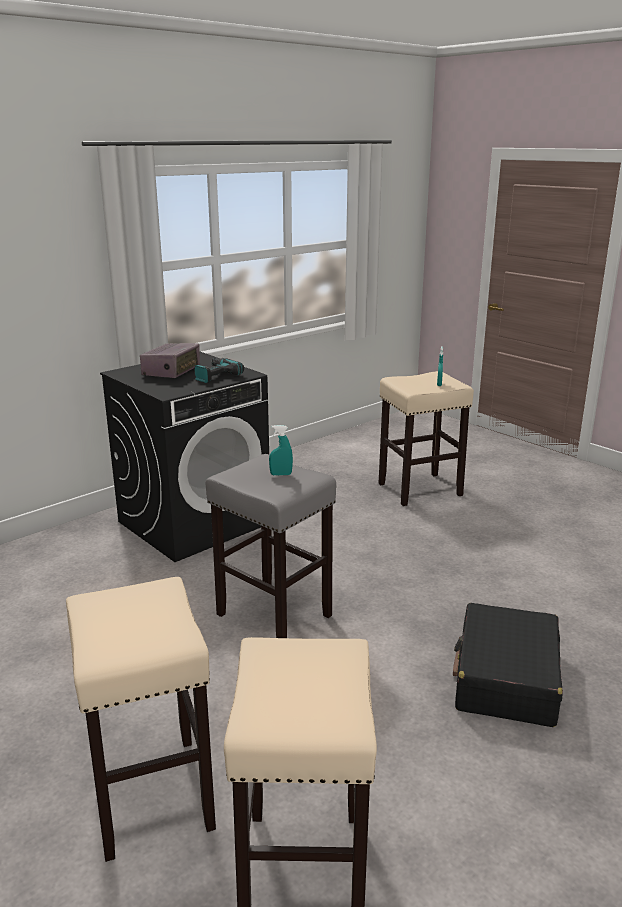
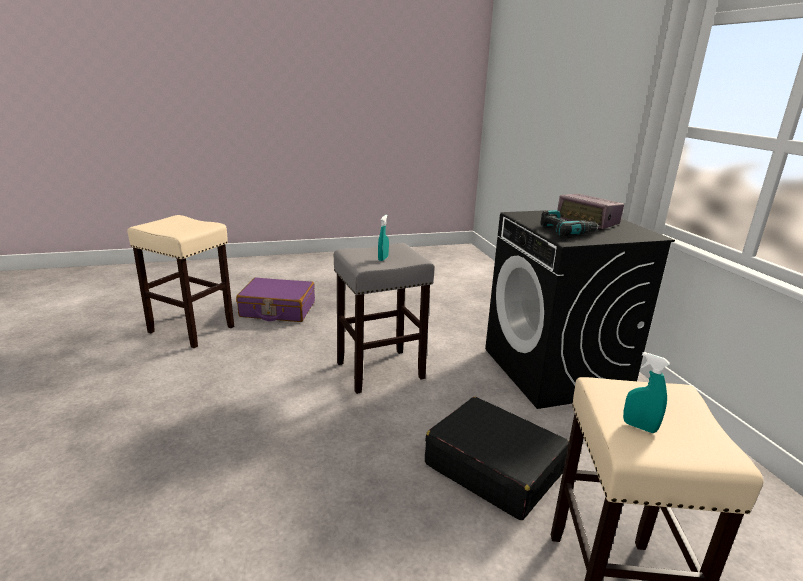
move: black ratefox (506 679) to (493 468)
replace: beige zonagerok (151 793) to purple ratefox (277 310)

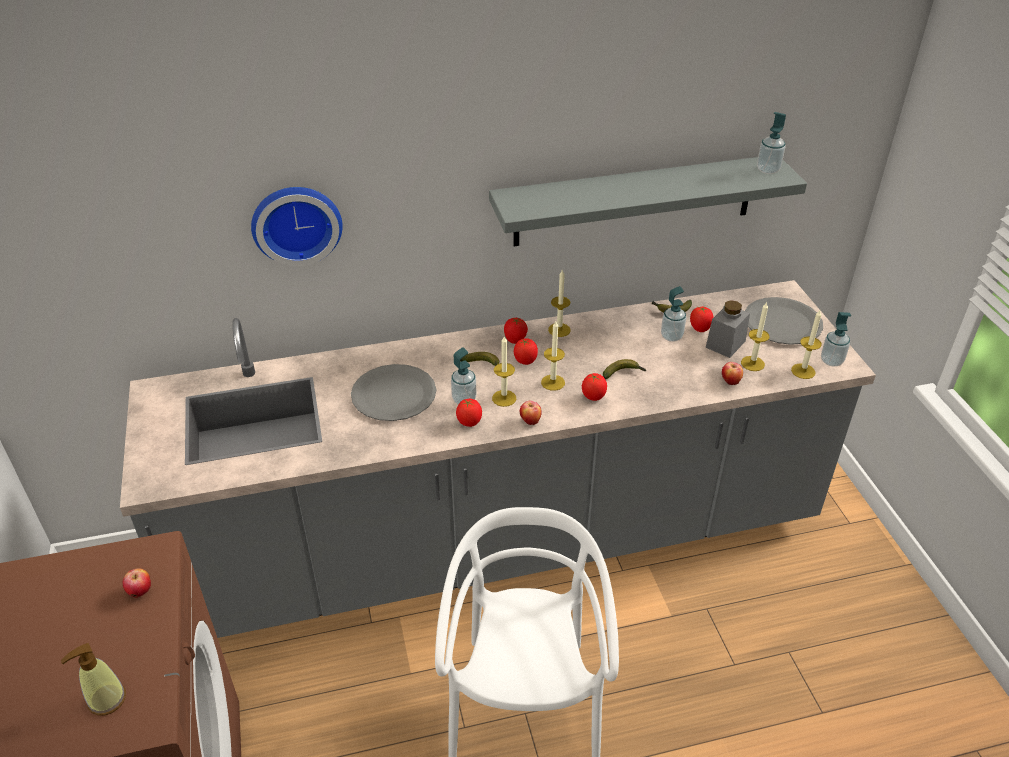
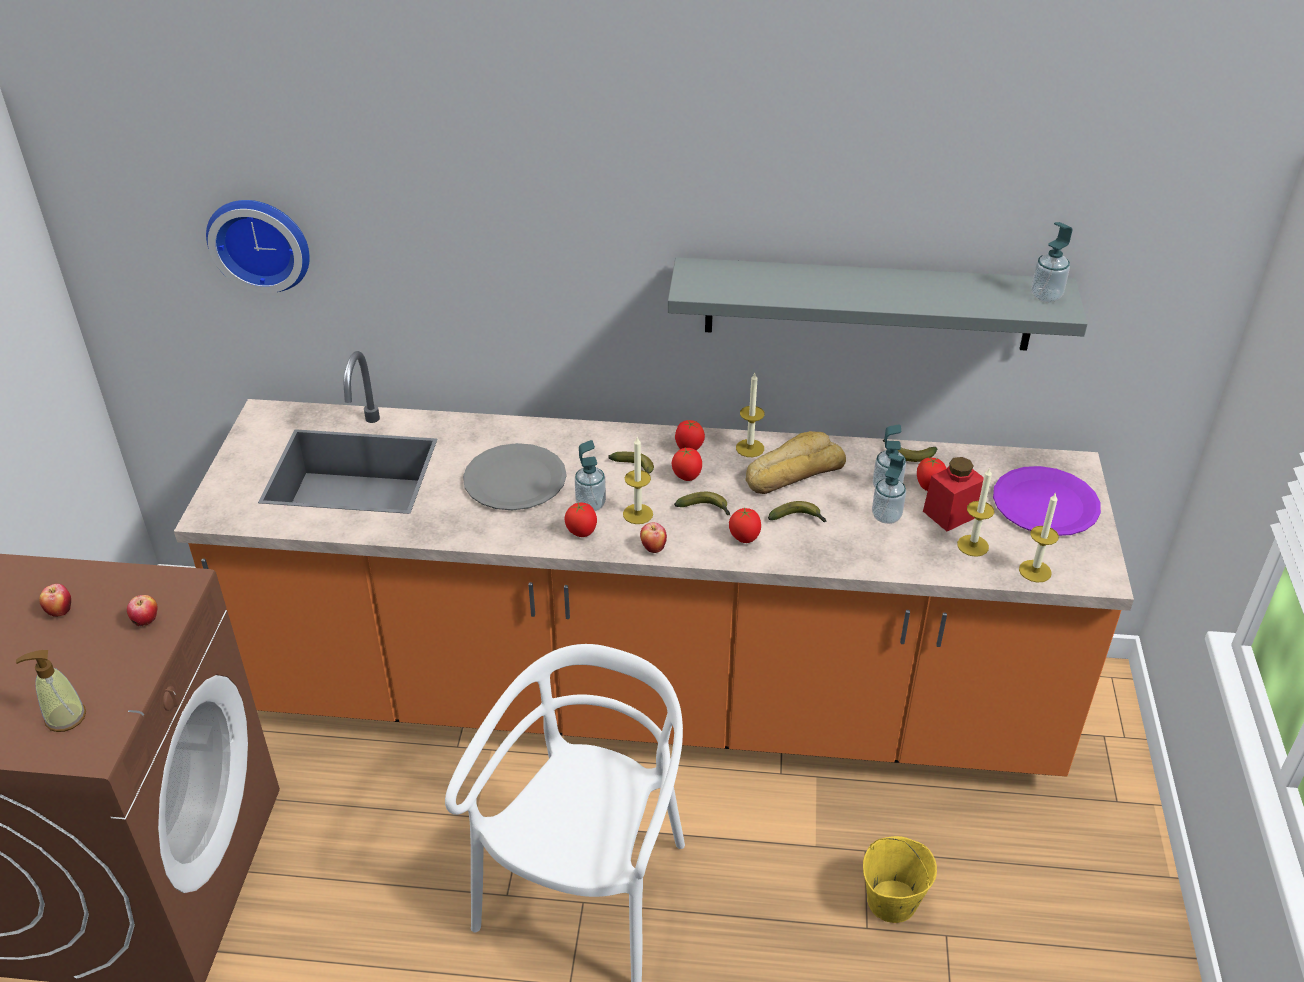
insert: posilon (793 472); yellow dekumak (891 902)
move: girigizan (296 223) to (261 242); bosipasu (831 361) to (886 516); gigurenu (730 382) to (60 611)
replace: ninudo (553 382) to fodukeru (706 509)
recolor: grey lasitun (504 542) to orange lasitun (652 699); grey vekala (782 323) to purple vekala (1045 504); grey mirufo (725 344) to red mirufo (951 513)

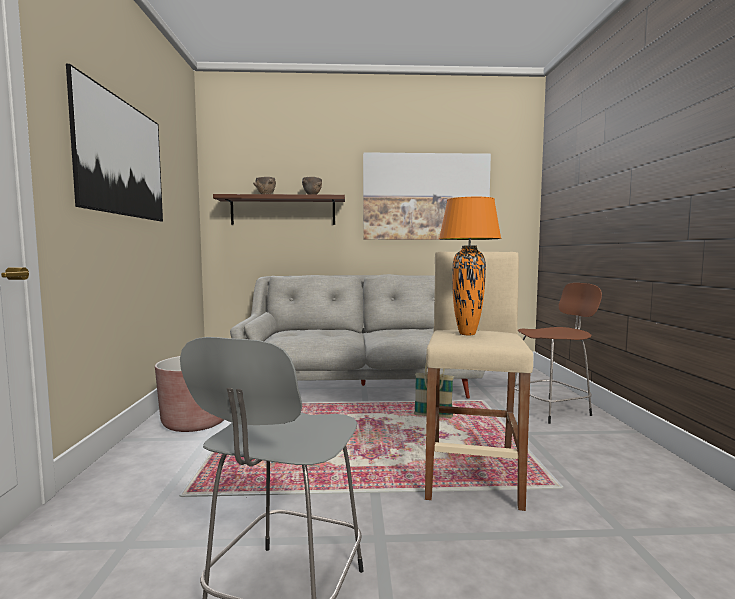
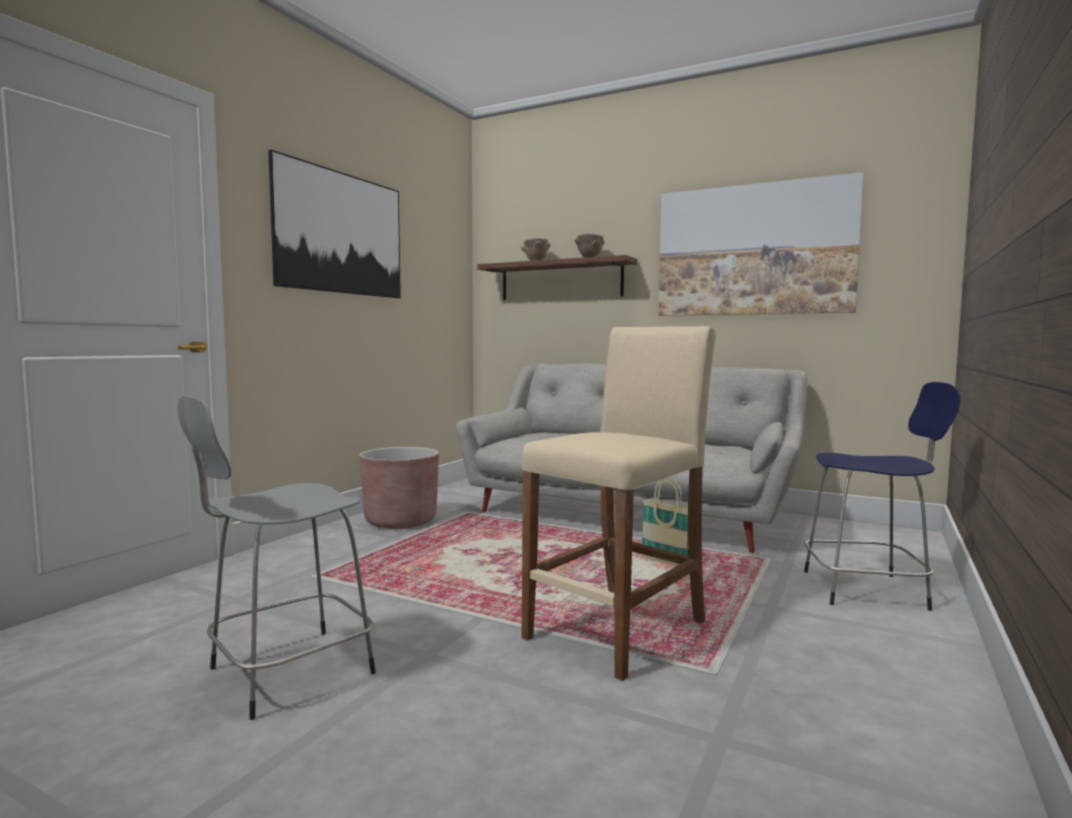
delete: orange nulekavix (467 334)
recolor: brown zonagerok (552 410) to blue zonagerok (868 590)

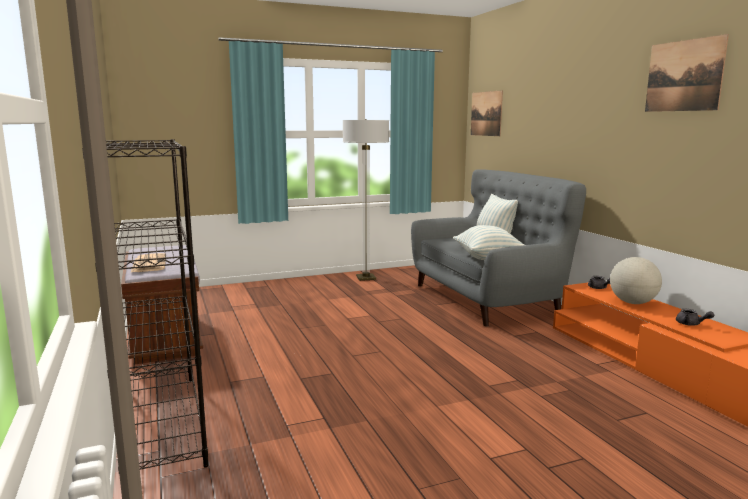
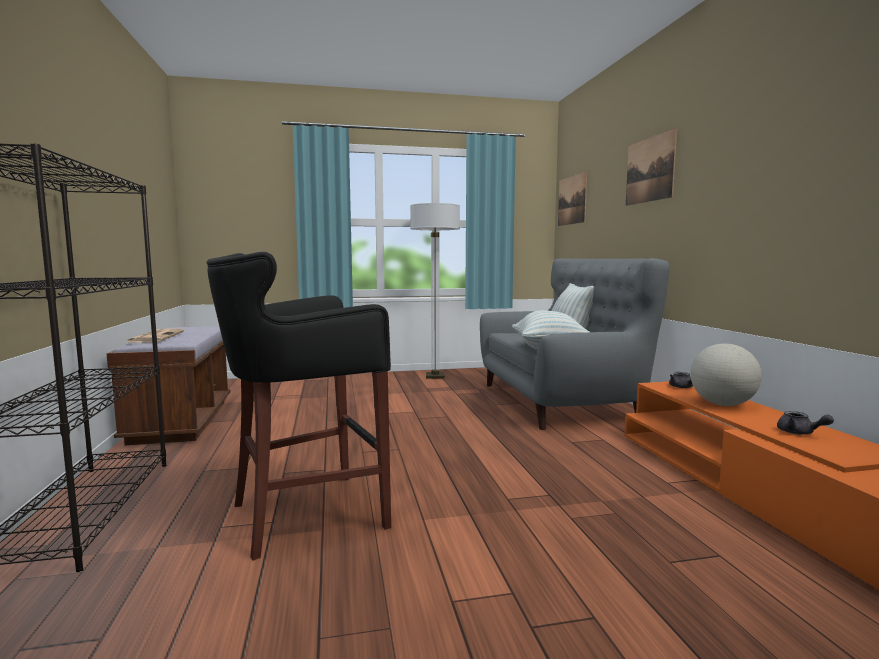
insert: black zonagerok (304 515)
move: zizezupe (684 76) to (650 169)

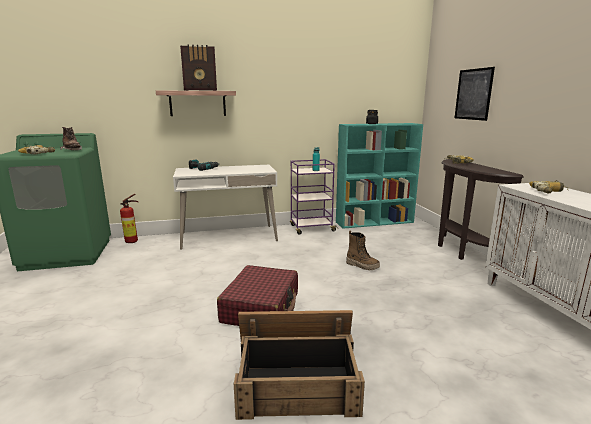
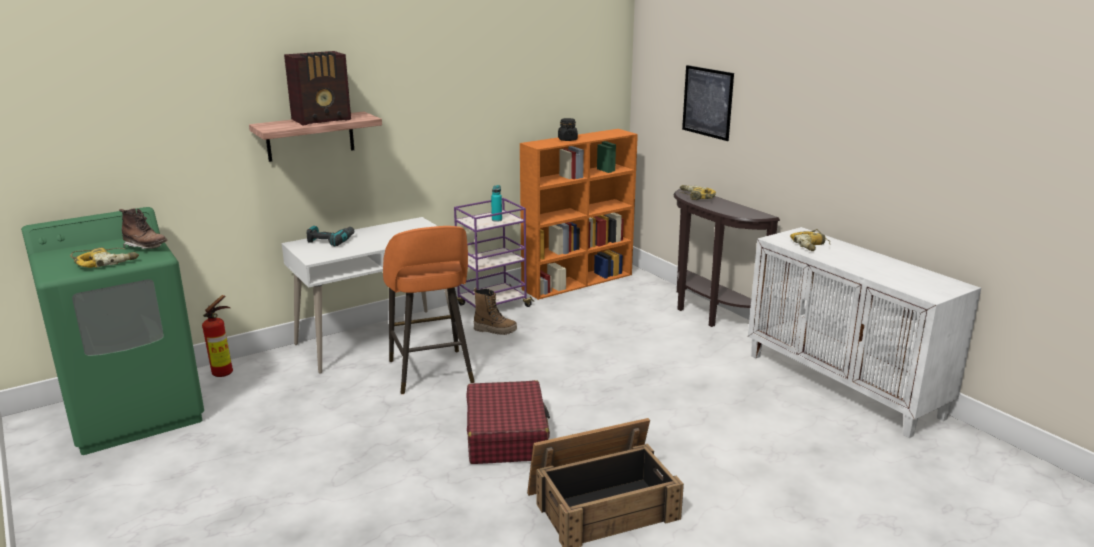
insert: orange zonagerok (431 373)
move: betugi (362 266) to (495 330)
recolor: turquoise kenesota (375 222) to orange kenesota (578 281)

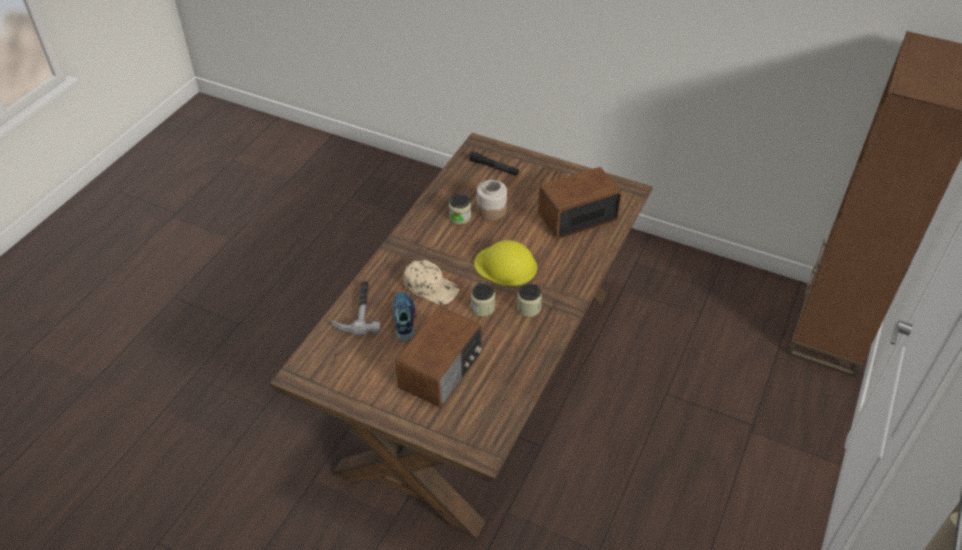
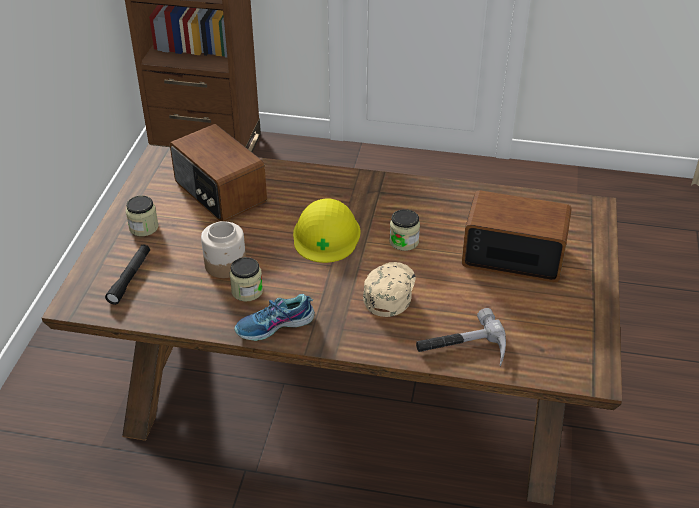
move: mirufo (528 308) to (144 227); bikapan (403 320) to (275 326)

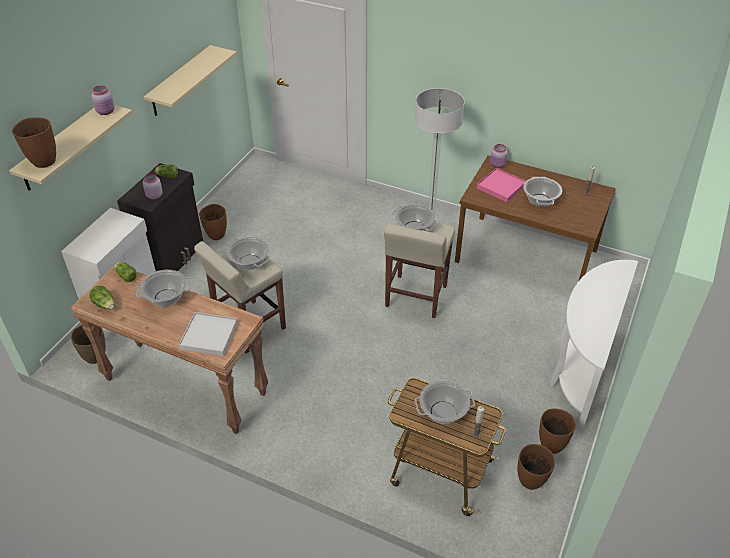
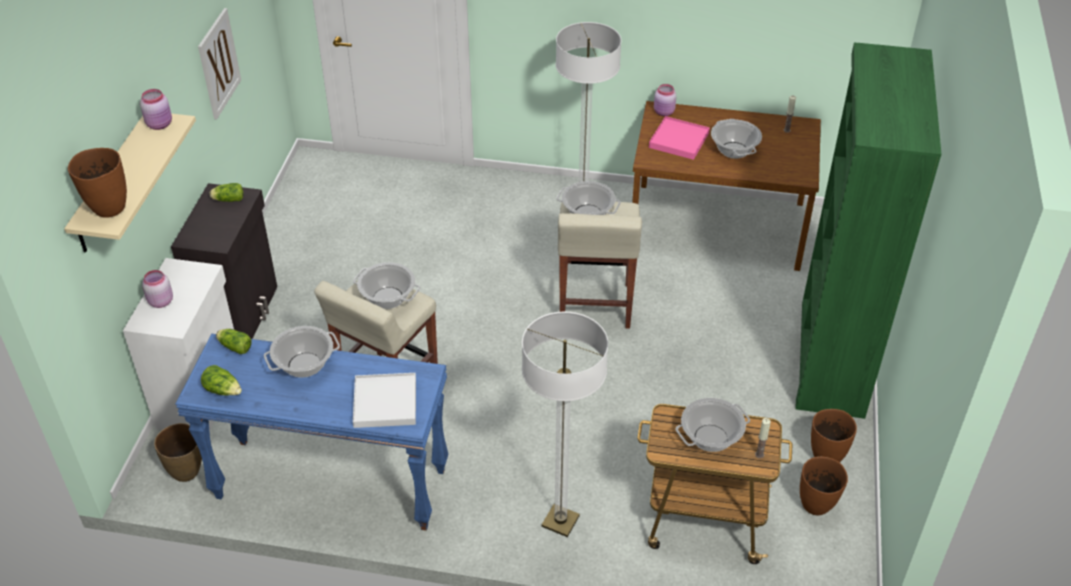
delete: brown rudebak (216 235)
insert: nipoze (560 521)
move: pink mirufo (154 195) to (160 301)
replace: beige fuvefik (180 81) to zizezupe (219 63); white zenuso (580 370) to green kenesota (830 358)
recolor: brown zenuso (184 387) to blue zenuso (330 485)

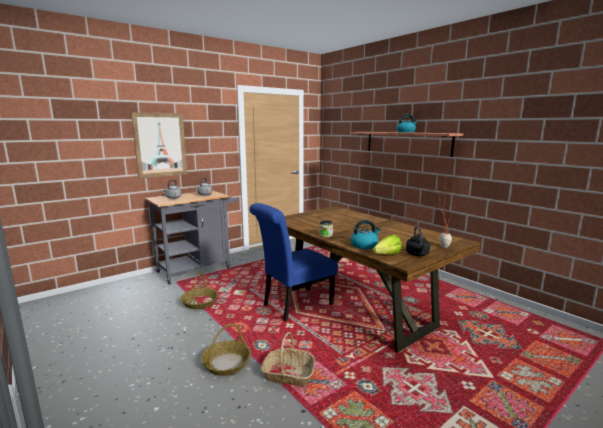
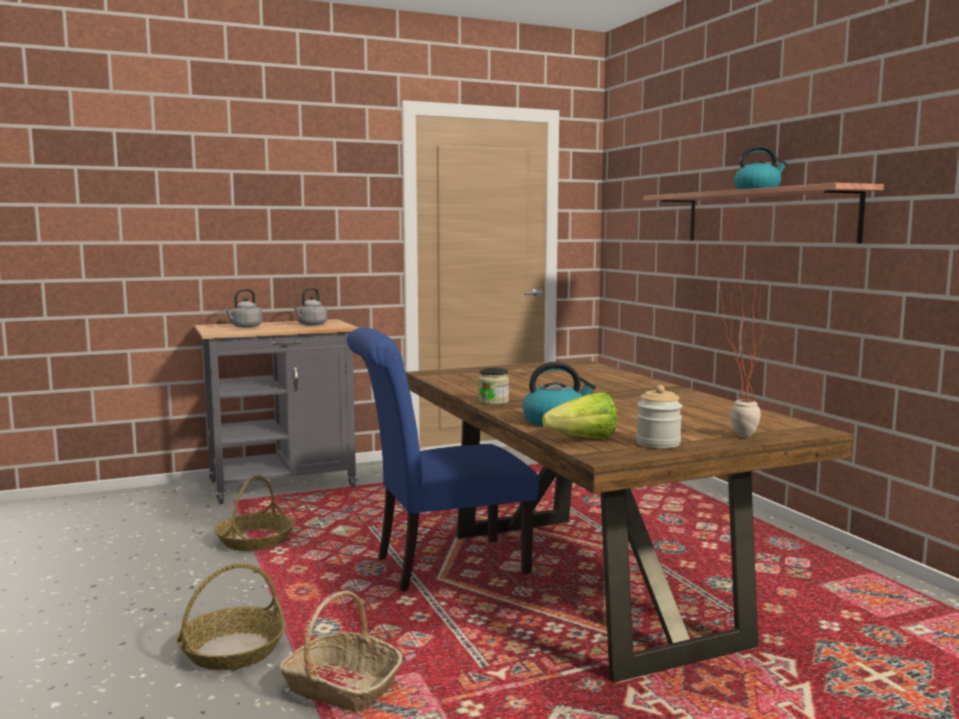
delete: zizezupe (160 145)
replace: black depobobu (417 254) to mirufo (658 443)

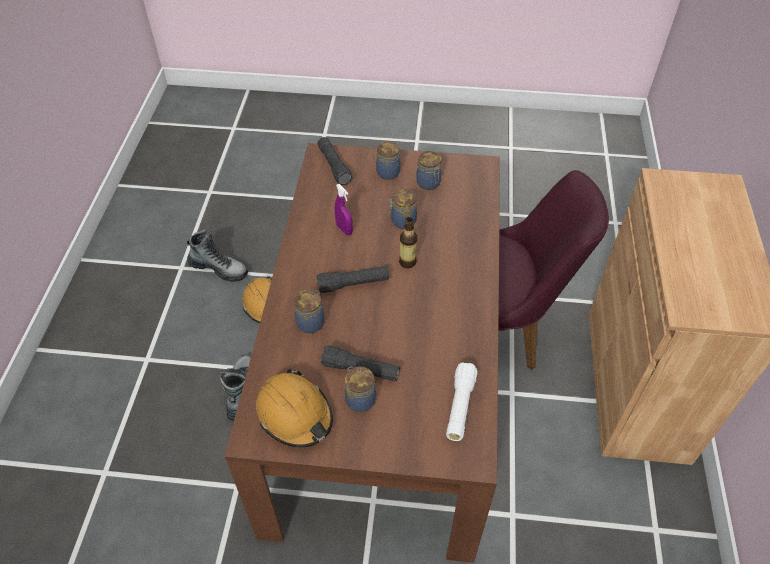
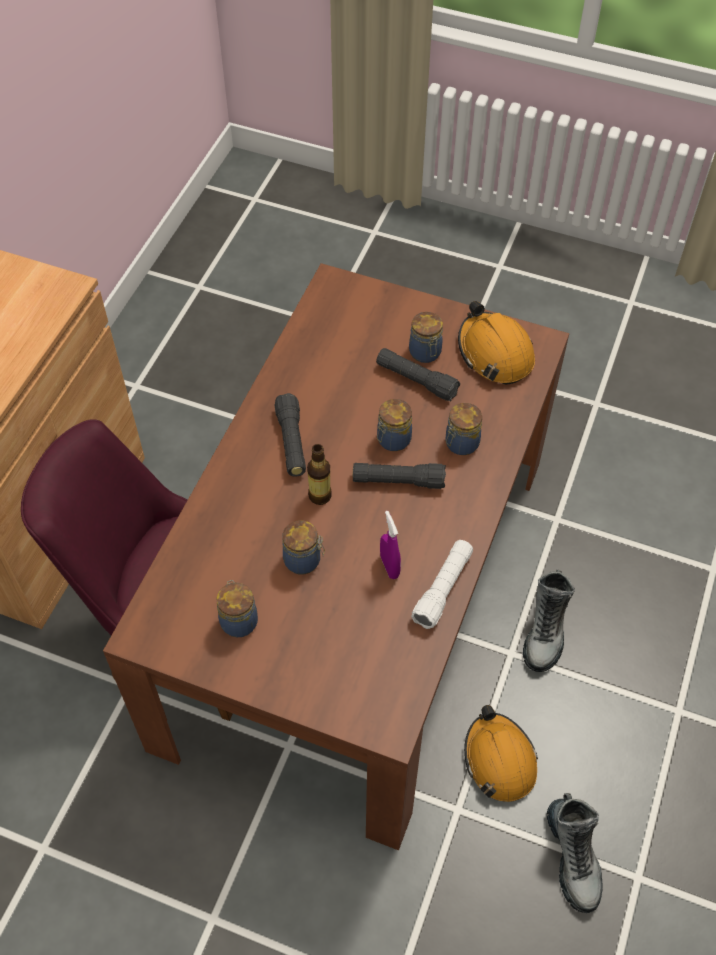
move: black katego (334 166) to (291 442); mirufo (388 172) to (392 440); white katego (460 406) to (443 589)
rotate: betugi (219 268) = (573 857) 135 degrees counterclockwise

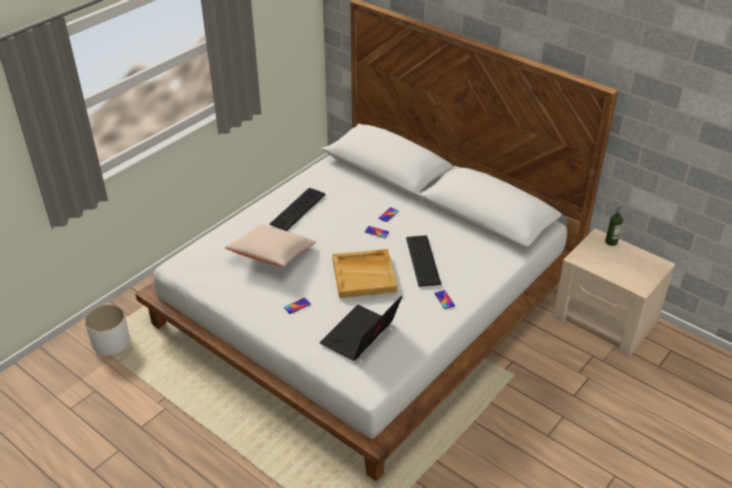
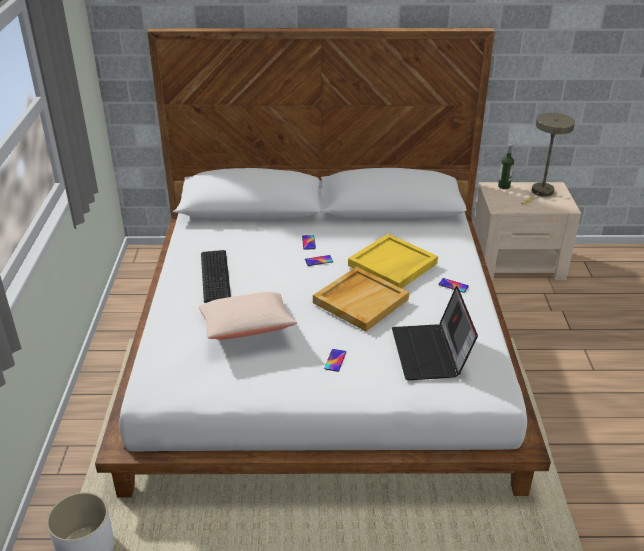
insert: beige nulekavix (540 193)
replace: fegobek (421 261) to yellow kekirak (392 265)

